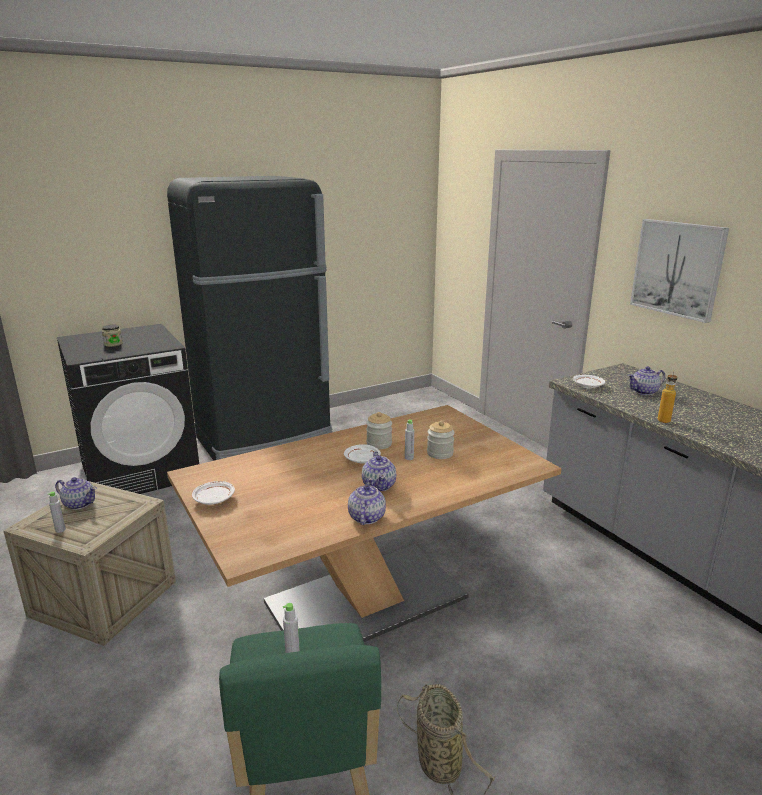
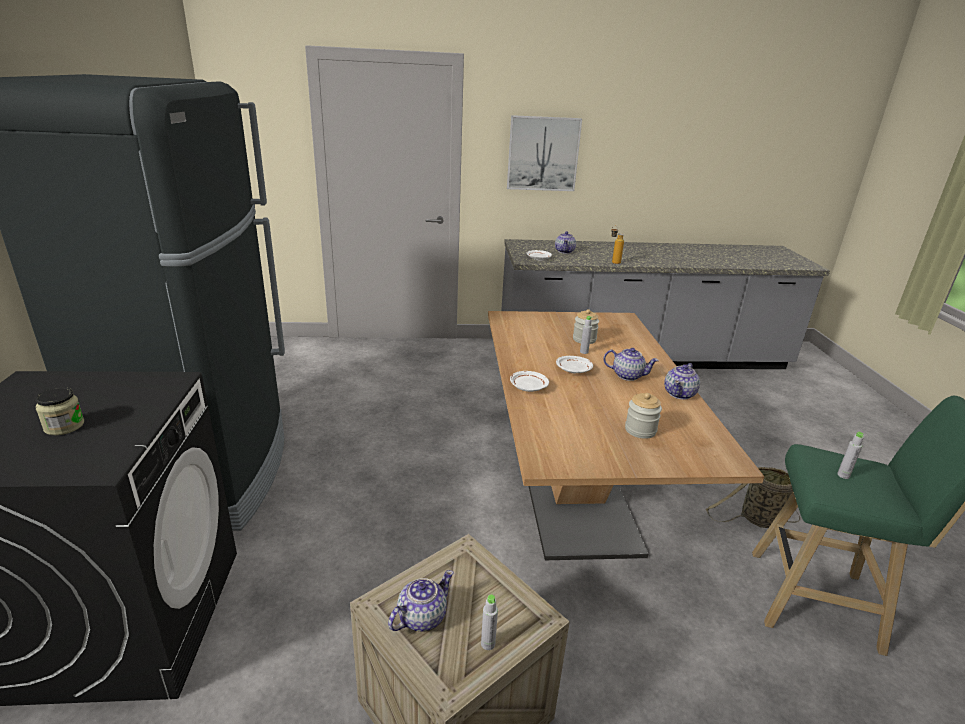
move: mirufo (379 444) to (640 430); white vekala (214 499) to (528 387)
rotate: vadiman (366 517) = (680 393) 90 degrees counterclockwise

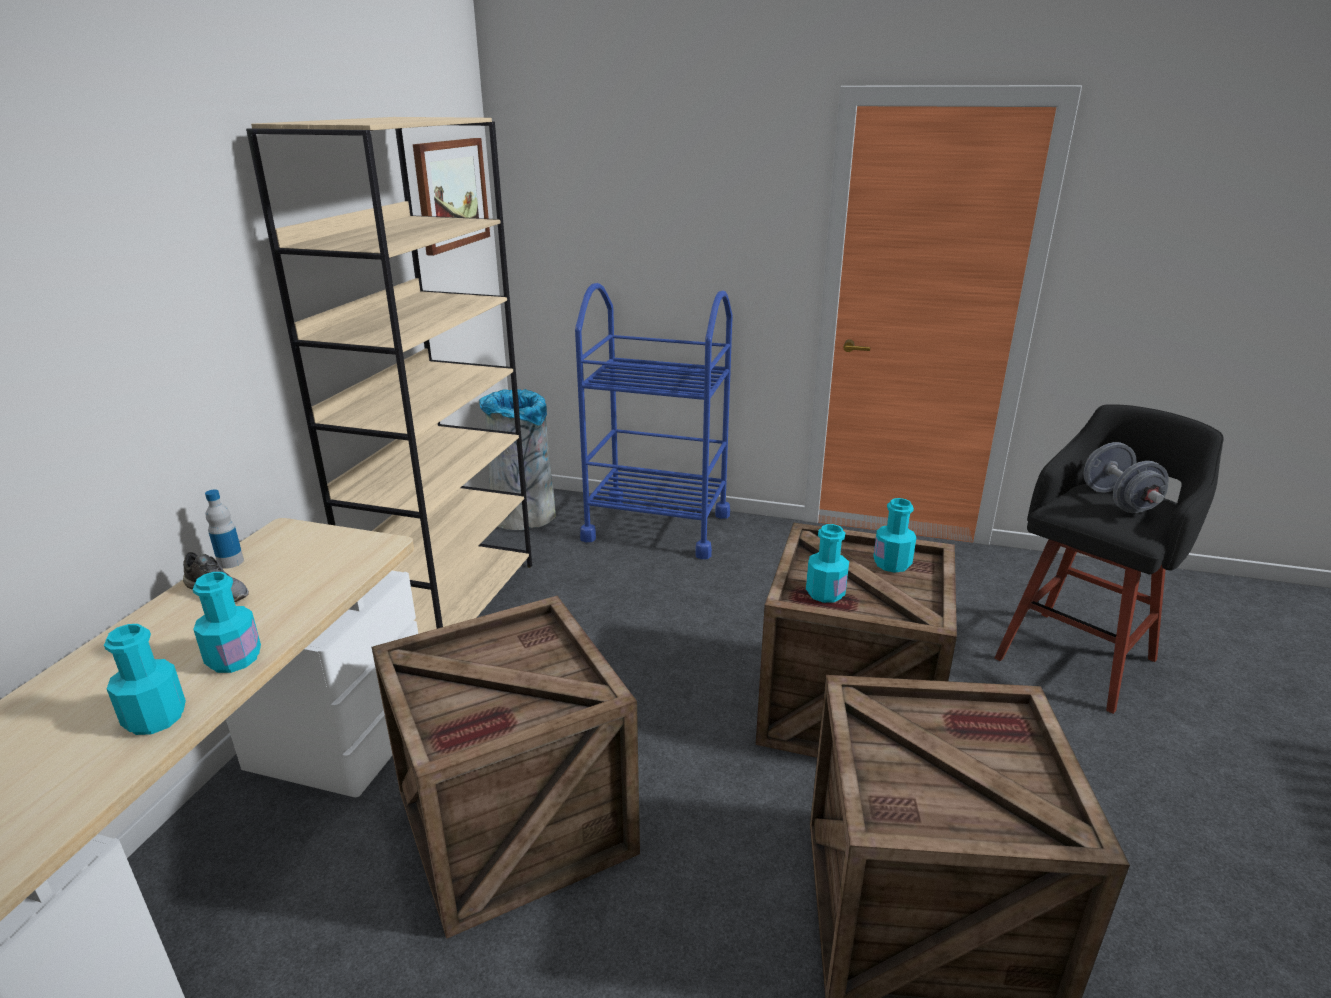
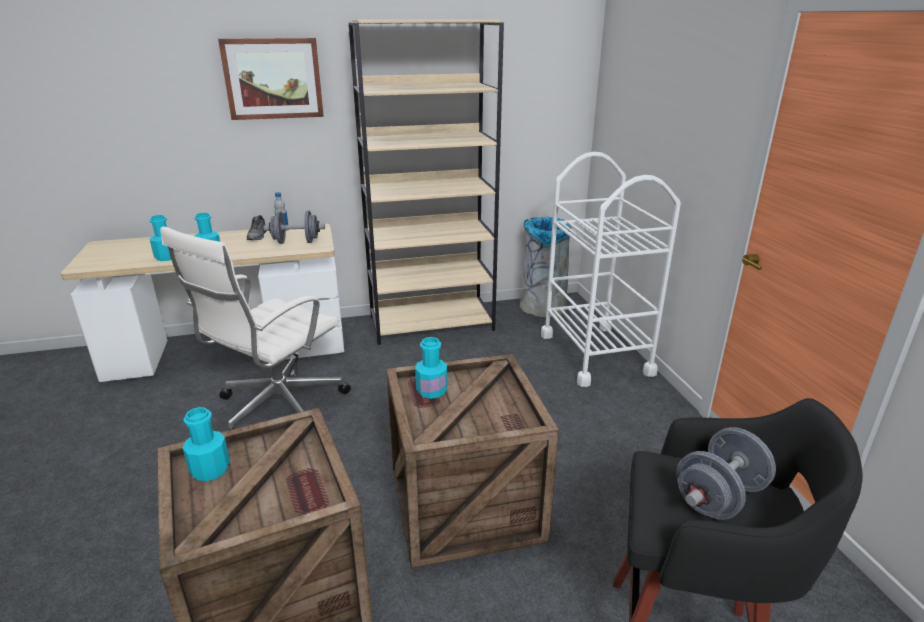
insert: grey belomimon (296 242)
move: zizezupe (451 194) to (273 79); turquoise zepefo (892 564) to (210 470)
replace: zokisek (513 825) to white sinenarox (277 408)
recolor: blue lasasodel (657 527) to white lasasodel (595 354)

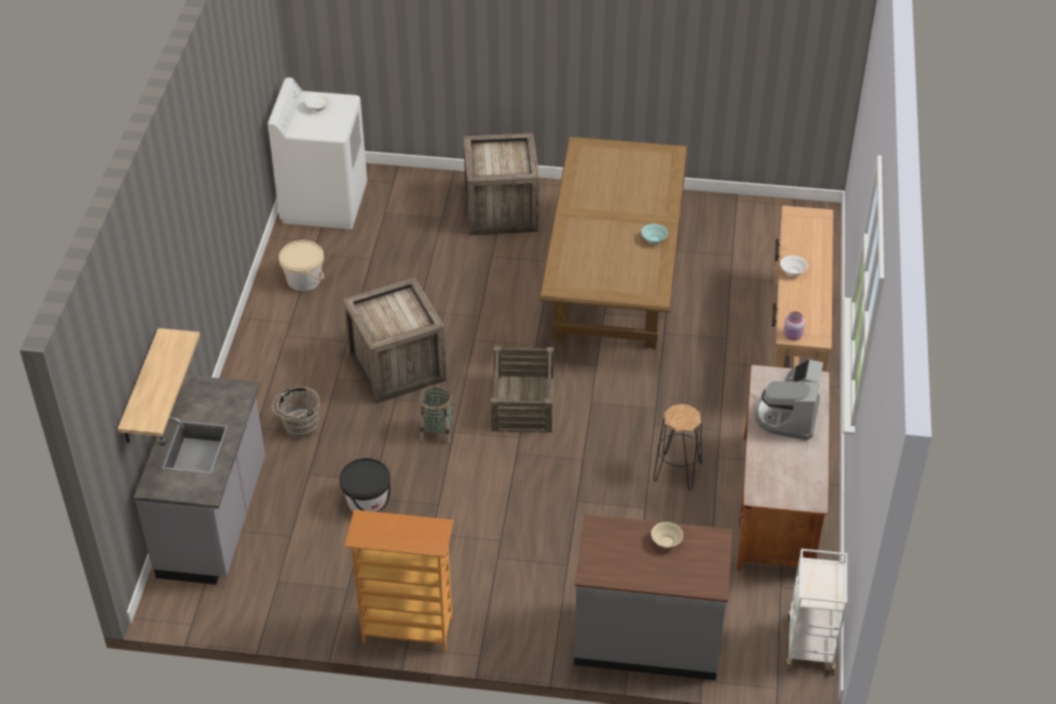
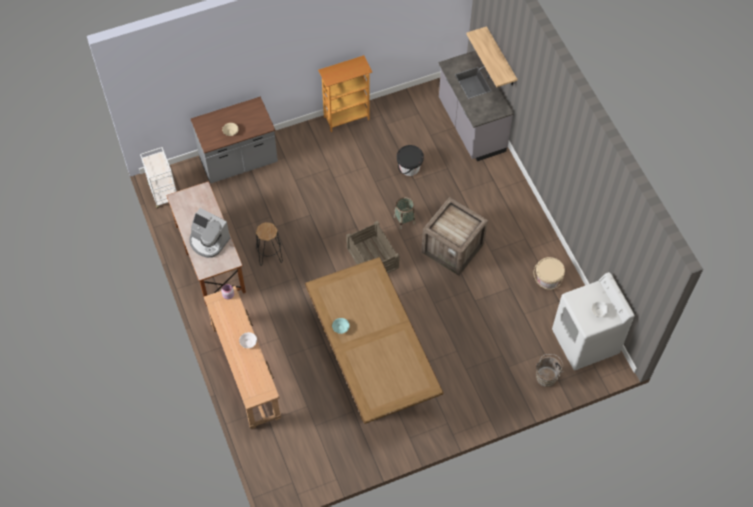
delete: zokisek (502 211)
move: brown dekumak (299 428) to (546 376)
rotate: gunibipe (787 415) = (208 241) 135 degrees clockwise

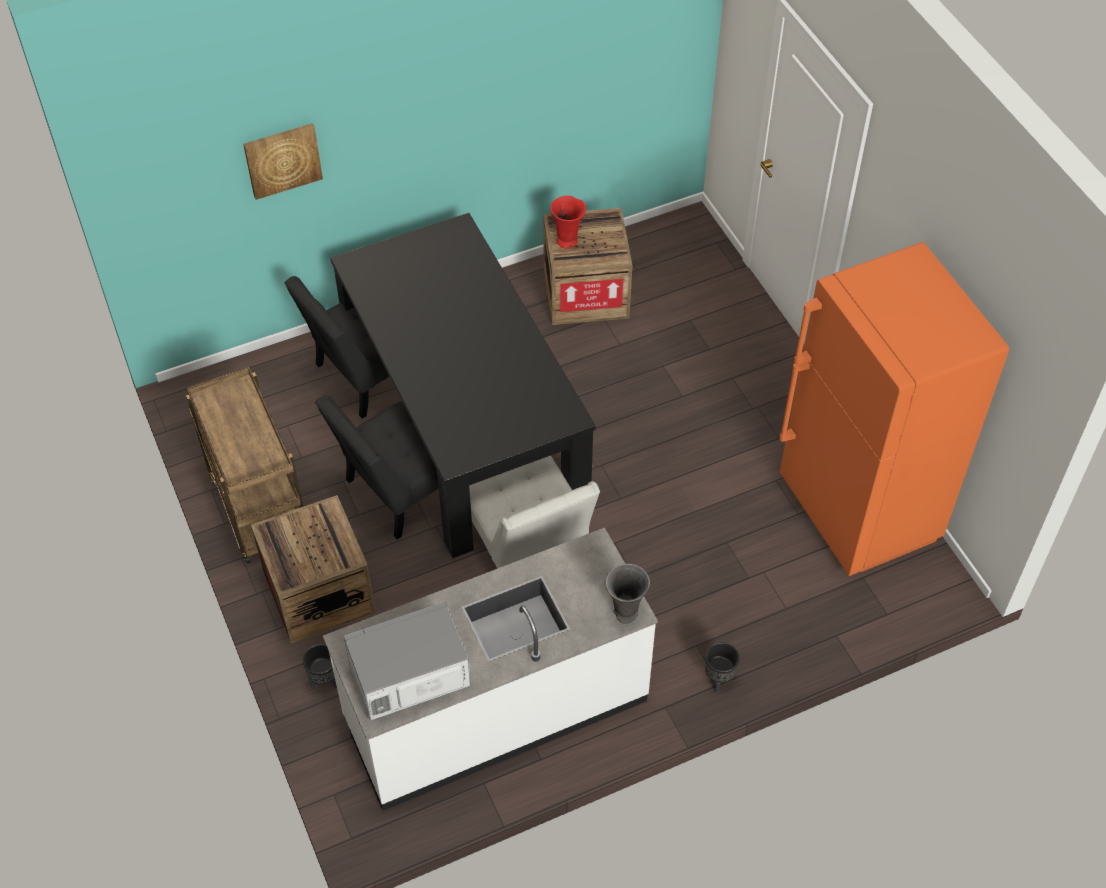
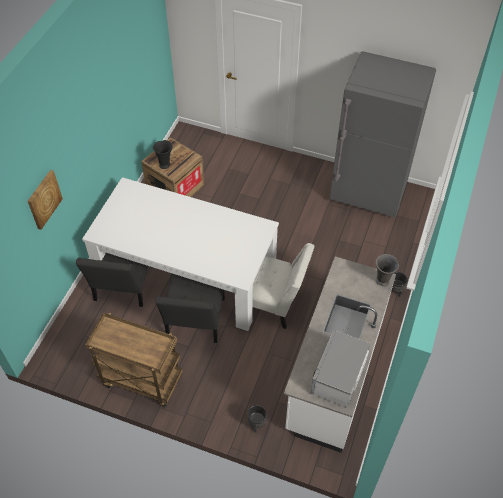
delete: zokisek (319 592)
recolor: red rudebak (568 241) to black rudebak (165 165); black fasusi (463 421) to white fasusi (186 274); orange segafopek (857 512) to grey segafopek (368 194)

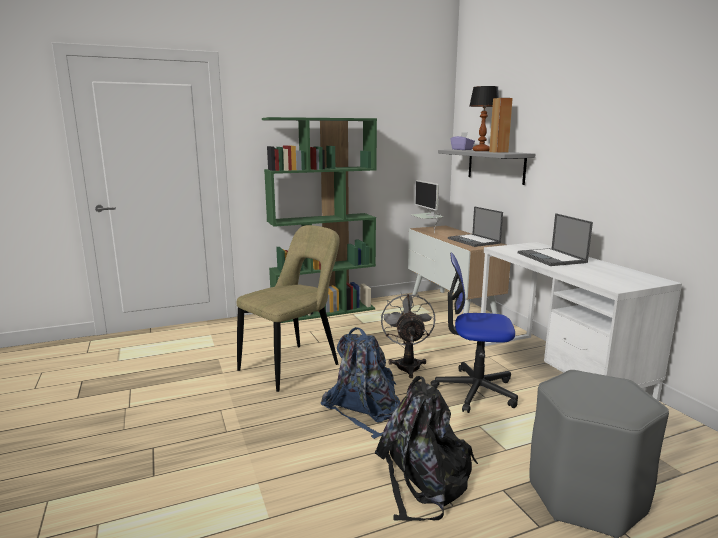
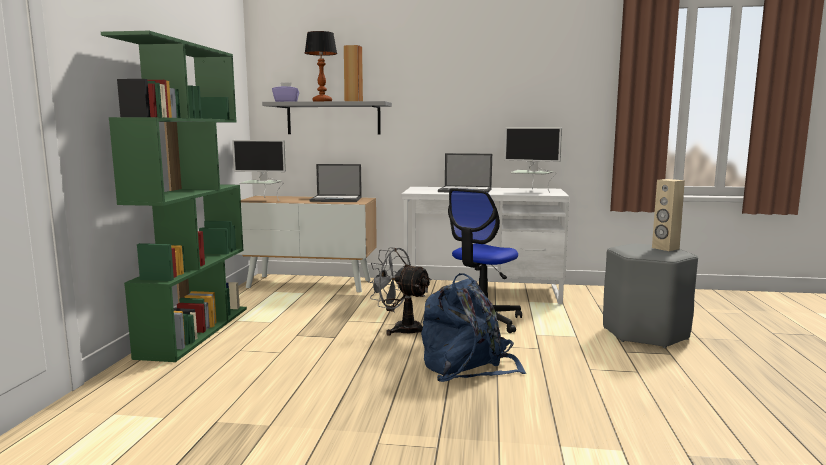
delete: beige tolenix (293 366); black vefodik (423 480)
insert: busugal (531 192); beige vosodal (665 248)

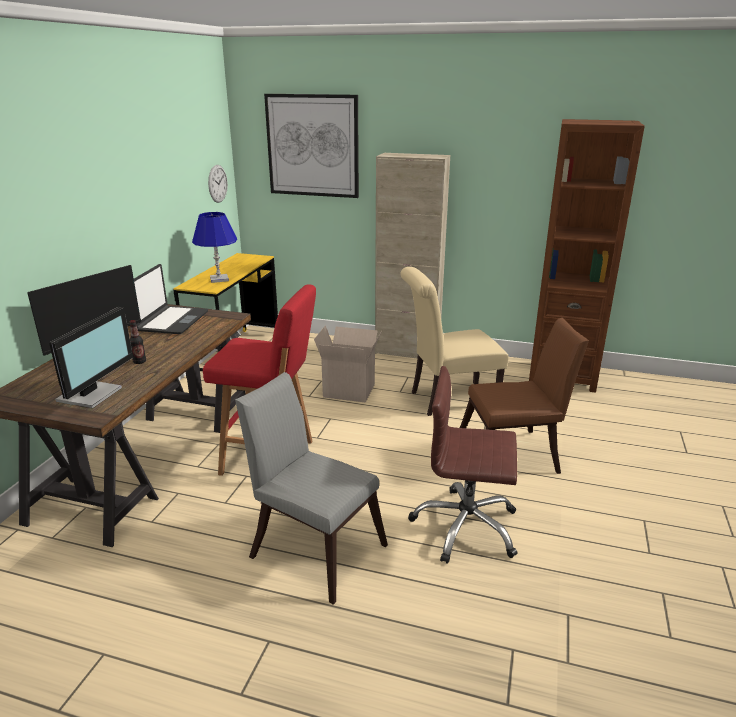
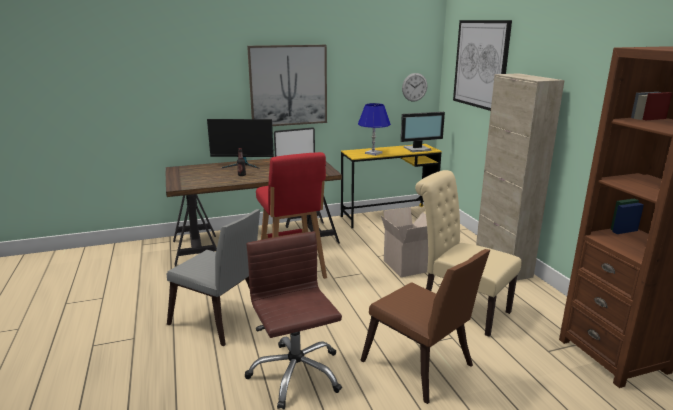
insert: zizezupe (288 85)
move: busugal (92 394) to (418 149)
rotate: grey tolenix (313 547) = (221 320) 120 degrees clockwise

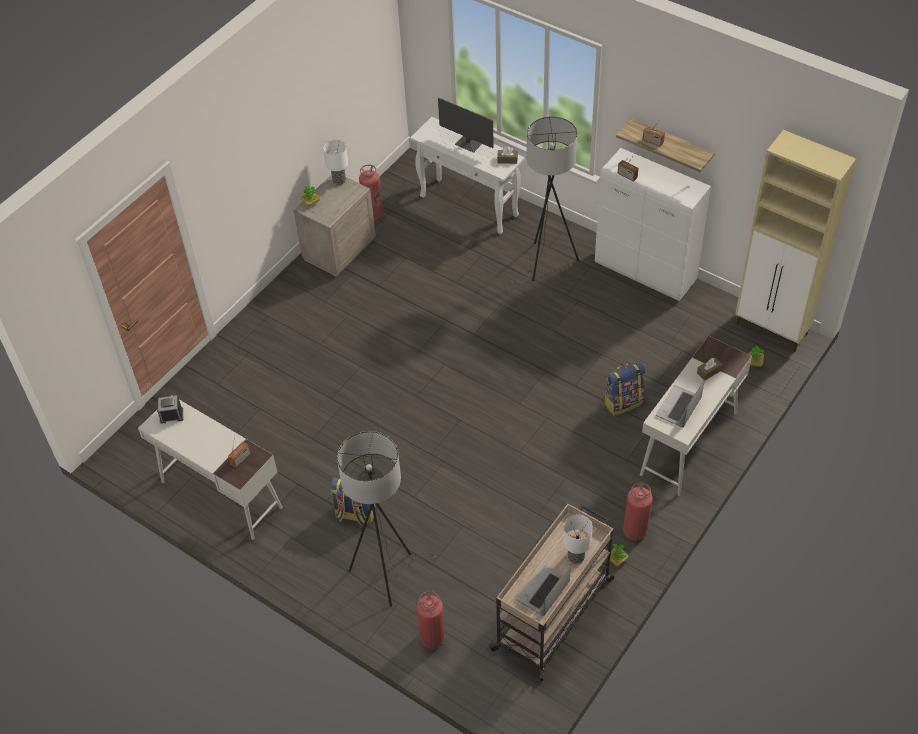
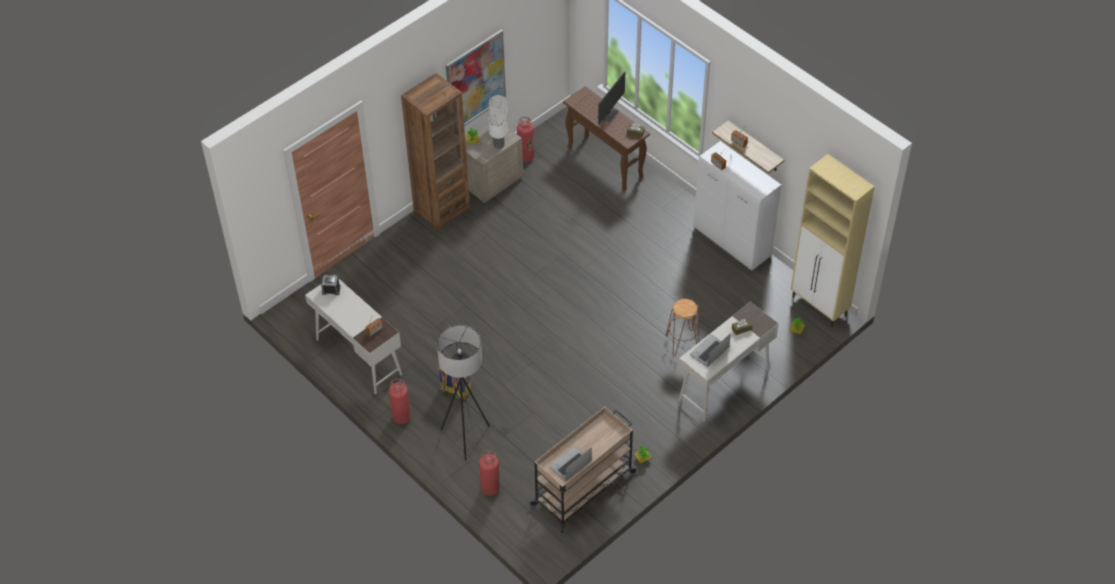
delete: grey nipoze (547 264)
insert: zizezupe (475 81); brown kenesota (442 211)
move: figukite (635 531) to (401 417); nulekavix (576 556) to (499 145)
replace: vefodik (623 402) to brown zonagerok (682 342)
recolor: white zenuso (470 206) to brown zenuso (605 163)
rotate: busugal (469 144) = (608 114) 105 degrees counterclockwise

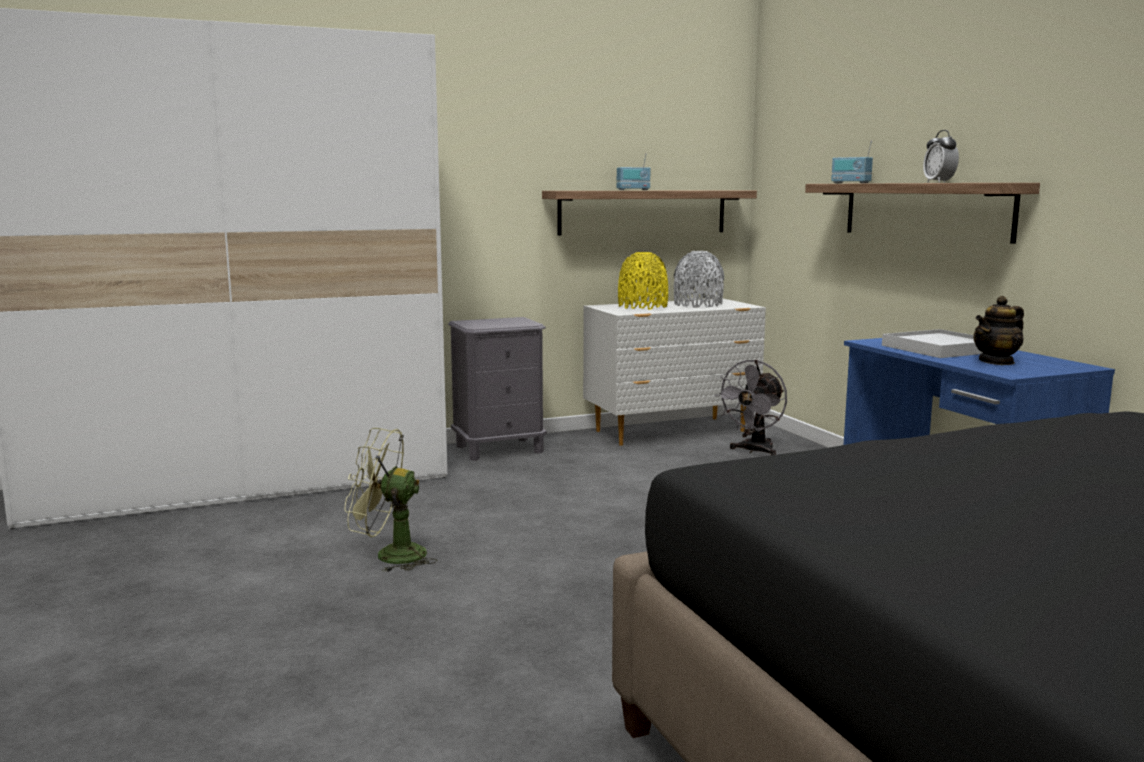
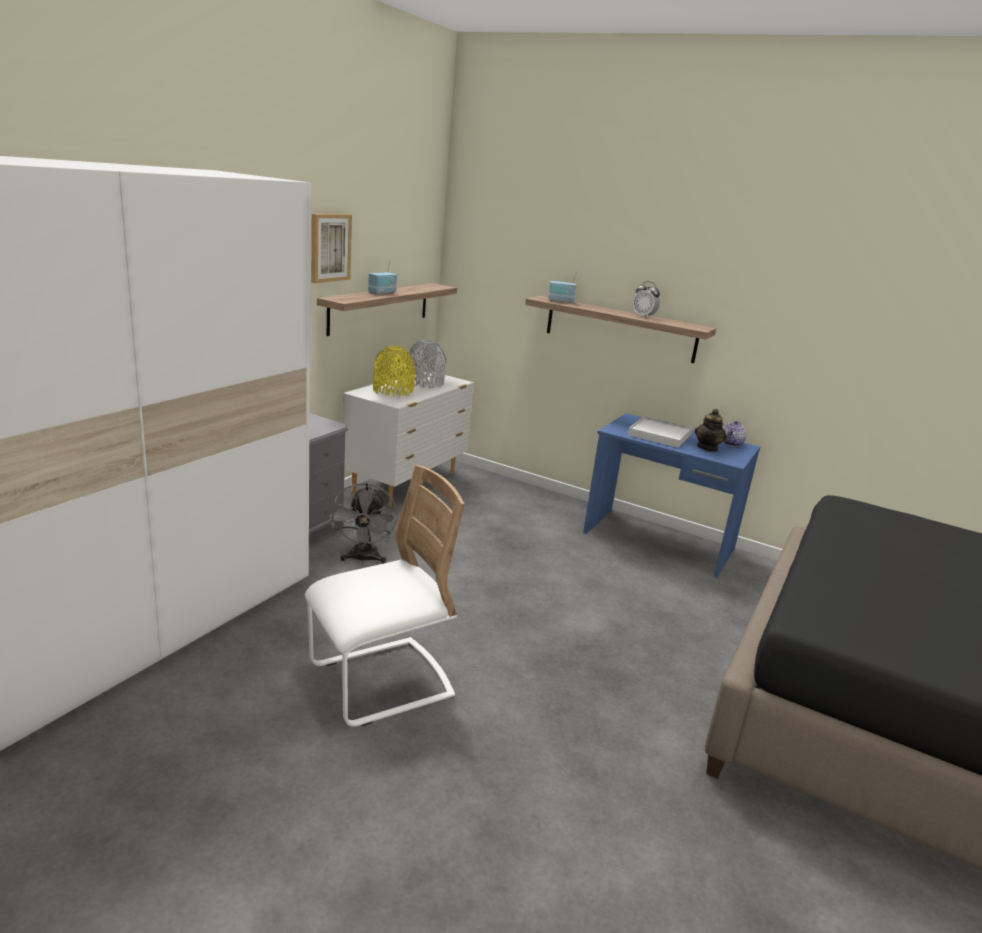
insert: zizezupe (329 247); vadiman (732 444)
move: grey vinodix (754 451) to (363 559)
replace: green vinodix (389 556) to white tolenix (380 682)

